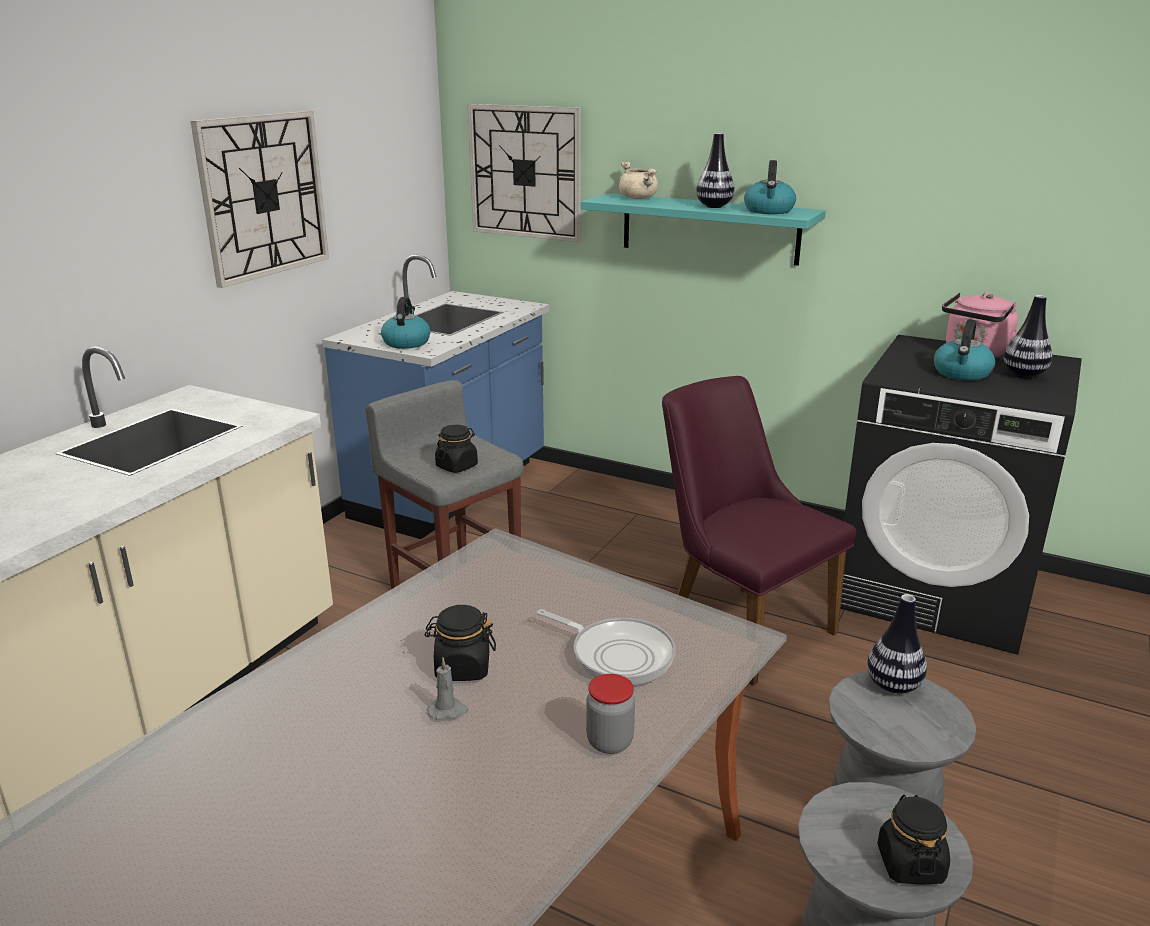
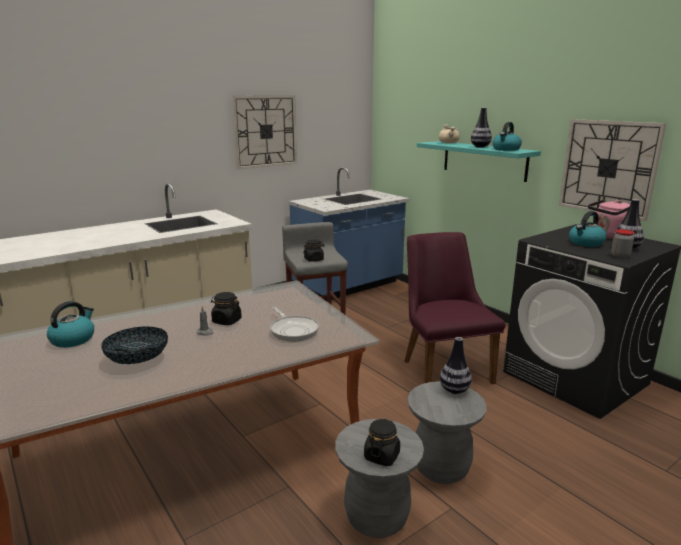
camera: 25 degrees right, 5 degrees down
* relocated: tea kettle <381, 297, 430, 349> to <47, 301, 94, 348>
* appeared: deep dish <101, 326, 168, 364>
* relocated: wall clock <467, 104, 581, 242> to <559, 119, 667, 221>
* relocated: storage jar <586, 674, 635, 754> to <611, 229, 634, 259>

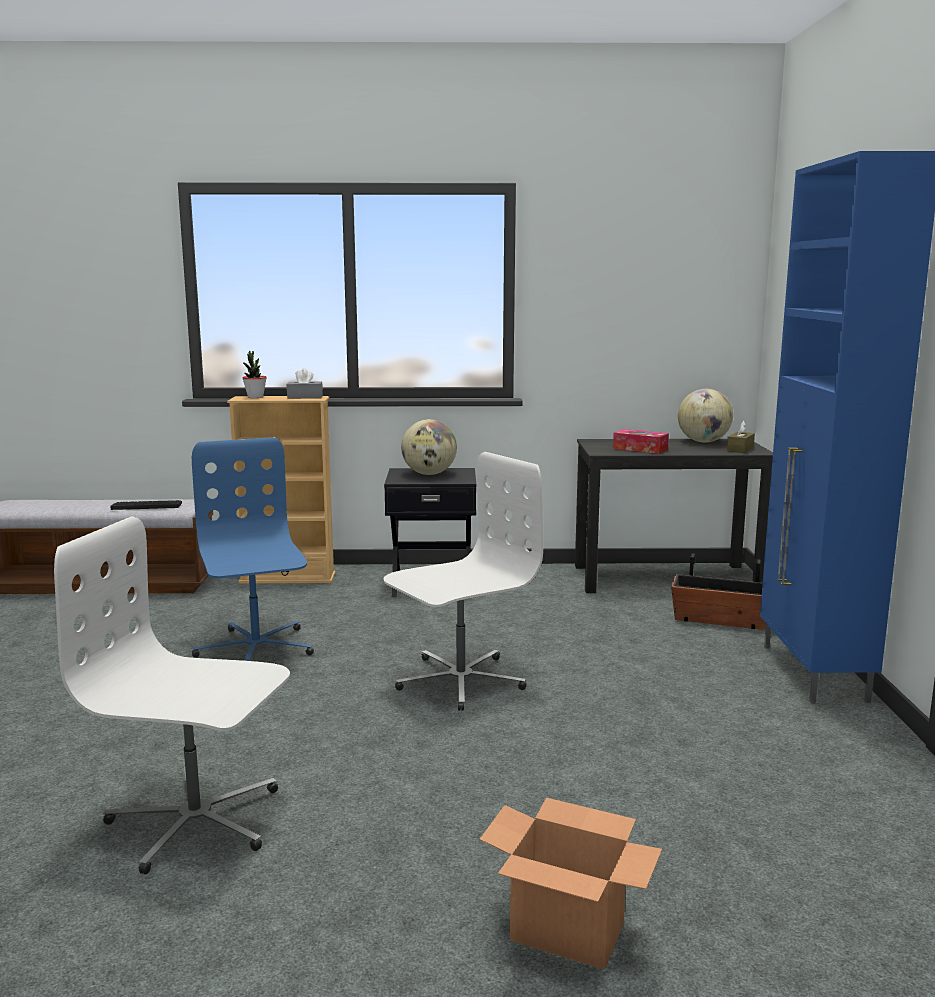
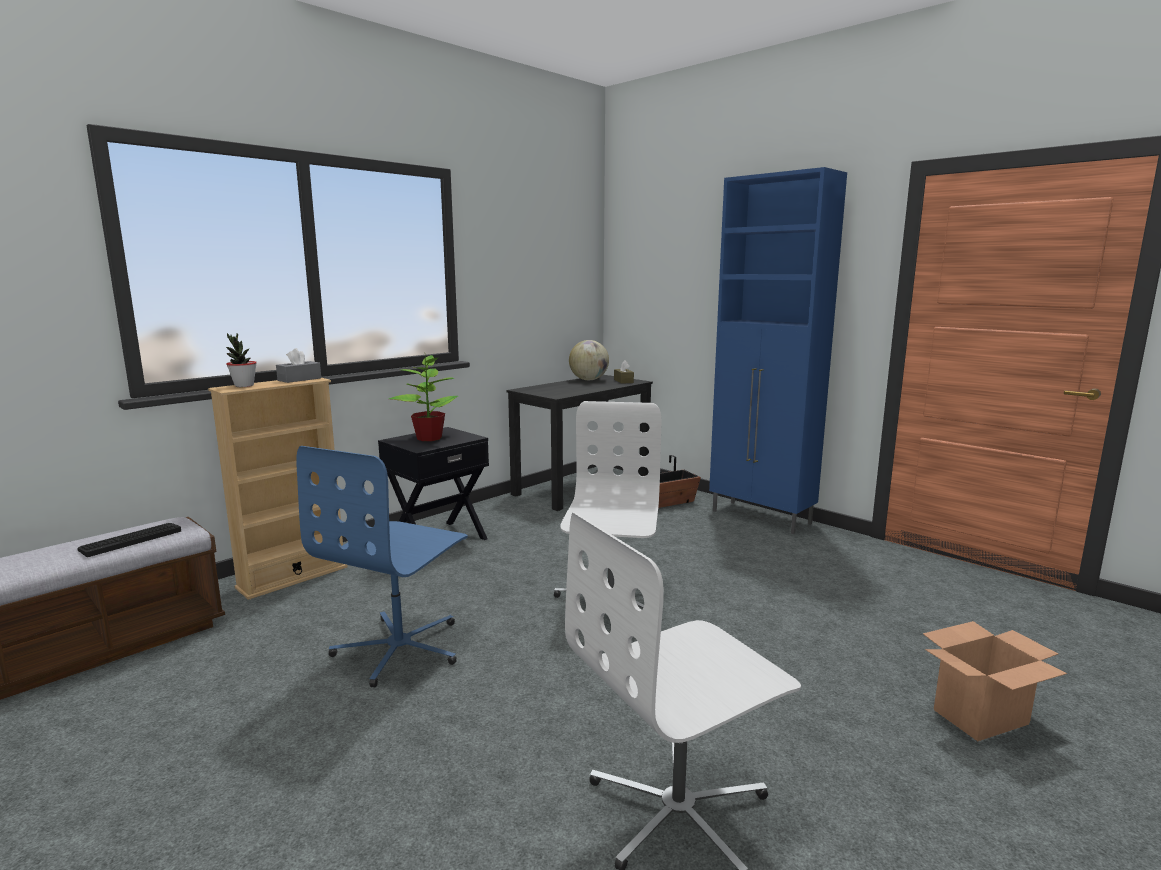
camera: 45 degrees left, 0 degrees up
* spun: blue-coloured desk chair <192, 437, 314, 661> = <296, 446, 468, 688> 90 degrees counterclockwise
* exchanged: world globe <401, 419, 457, 475> to potted plant <389, 355, 458, 441>
* missing: tissue box <613, 429, 669, 454>

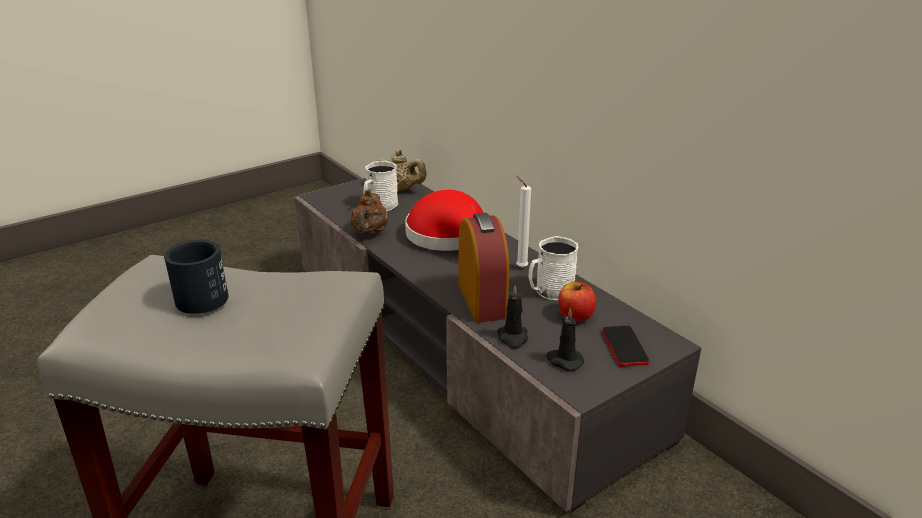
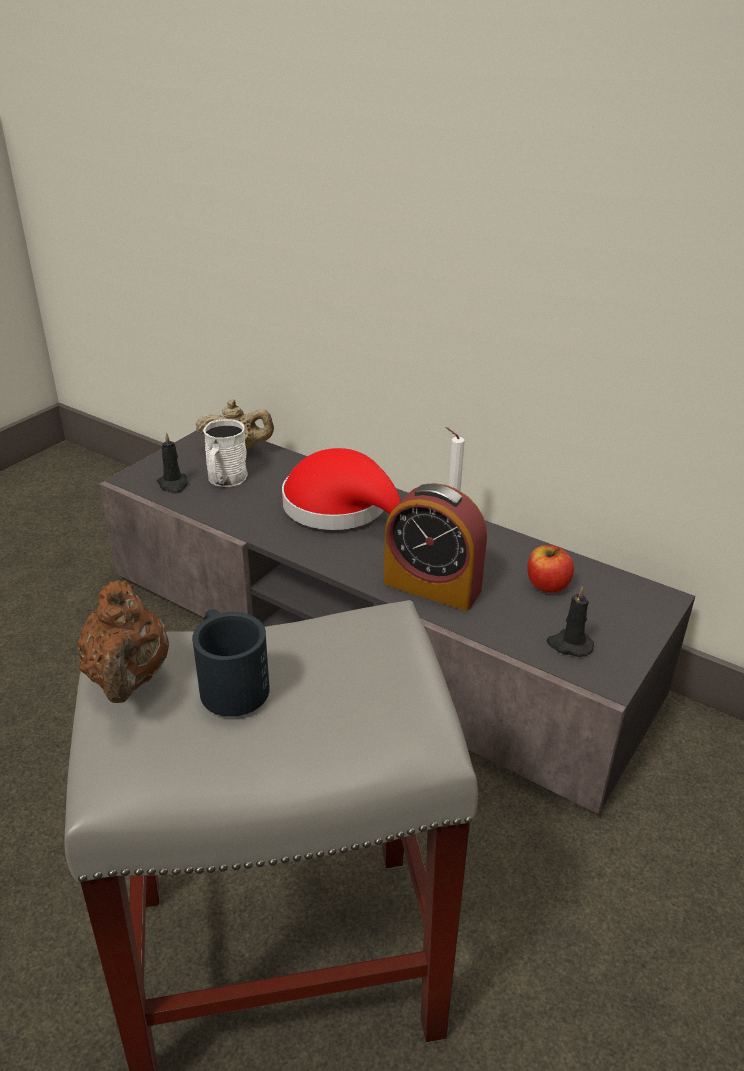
camera: 20 degrees left, 5 degrees up
* relocated: brown-coloured pot for tea <350, 189, 388, 236> to <77, 580, 169, 703>
* relocated: black-coloured wax candle <497, 286, 528, 349> to <157, 432, 188, 494>
* spun: alarm clock <458, 213, 509, 323> = <384, 483, 487, 611> 150 degrees clockwise
* missing: whitish tea mug <529, 236, 578, 301>
* missing: handset <602, 326, 649, 367>

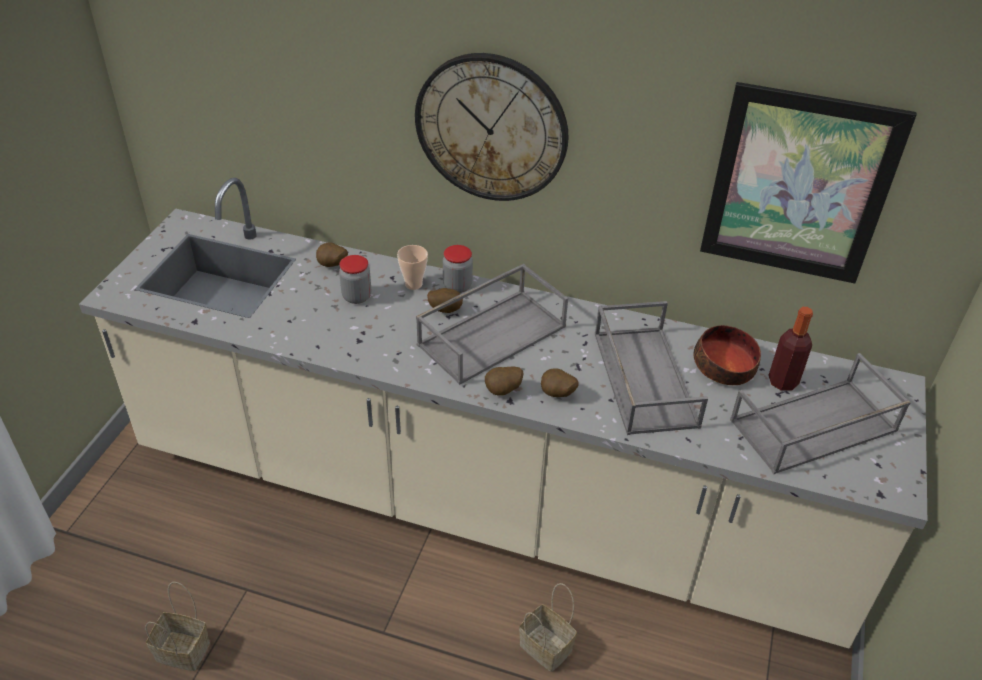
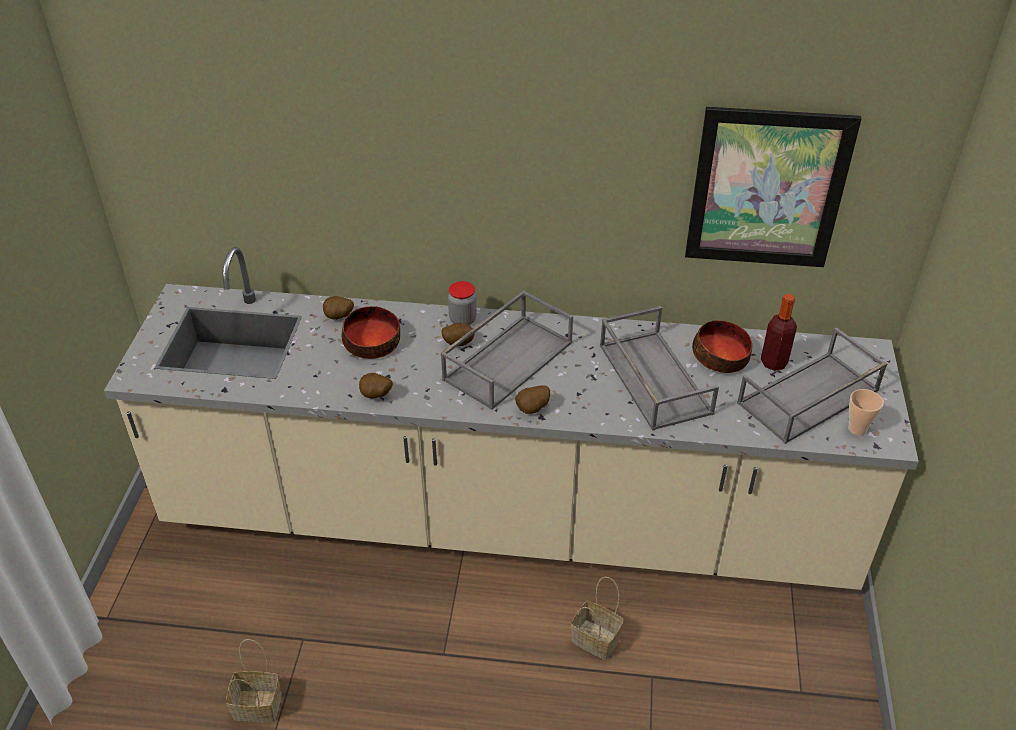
camera: 10 degrees left, 0 degrees up
* exchanged: storage jar <339, 255, 371, 304> to deep dish <342, 306, 400, 359>
* relocated: spud <541, 368, 579, 397> to <359, 373, 393, 399>
* relocated: drinking cup <397, 245, 428, 290> to <848, 389, 884, 435>
* missing: wall clock <415, 53, 569, 201>

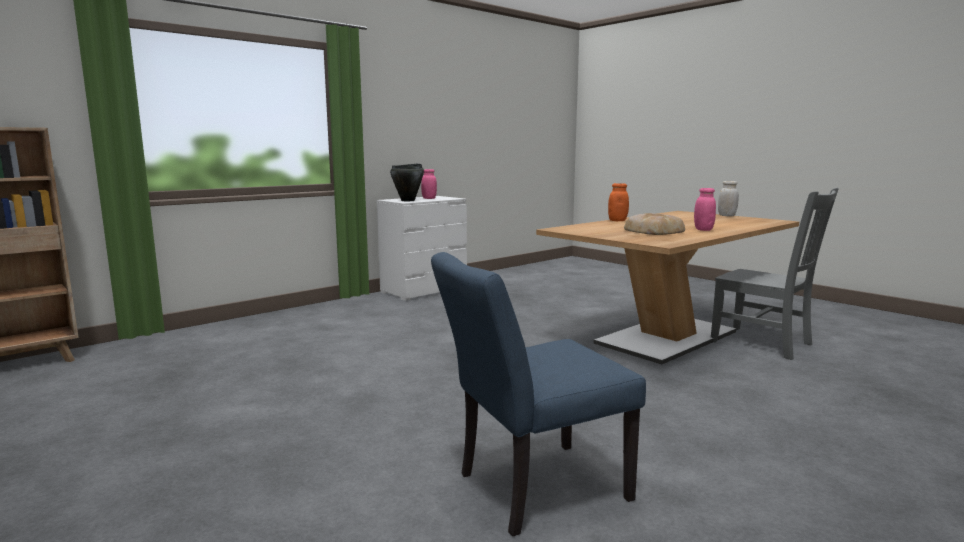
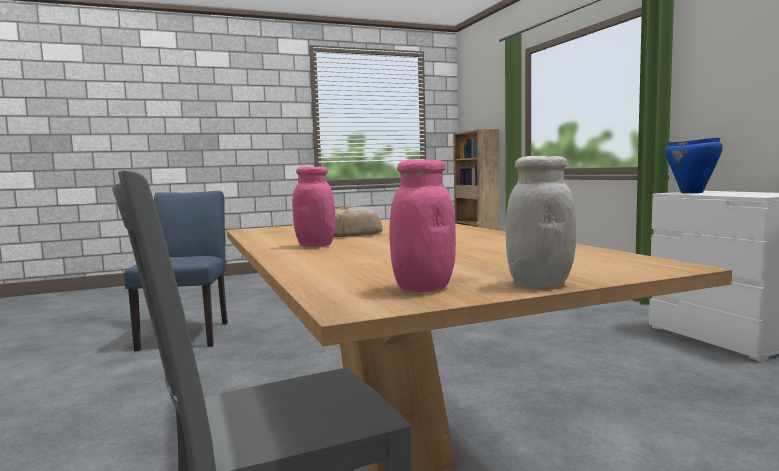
camera: 110 degrees right, 5 degrees down
* relocated: pink storage jar <421, 169, 437, 199> to <389, 159, 456, 292>
* colour: black-coloured cooking pot <390, 164, 424, 201> to blue-coloured cooking pot <665, 138, 723, 193>
* missing: orange storage jar <608, 183, 629, 221>

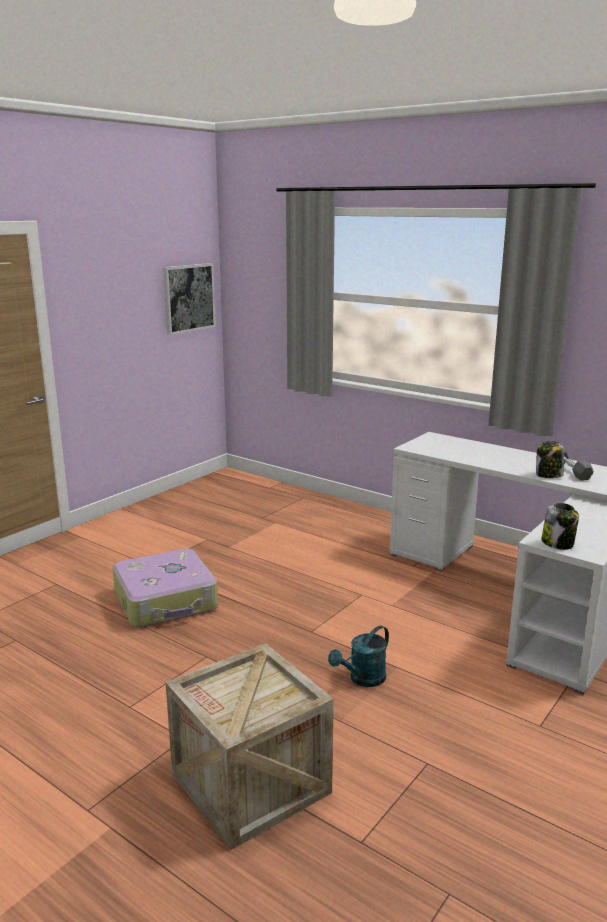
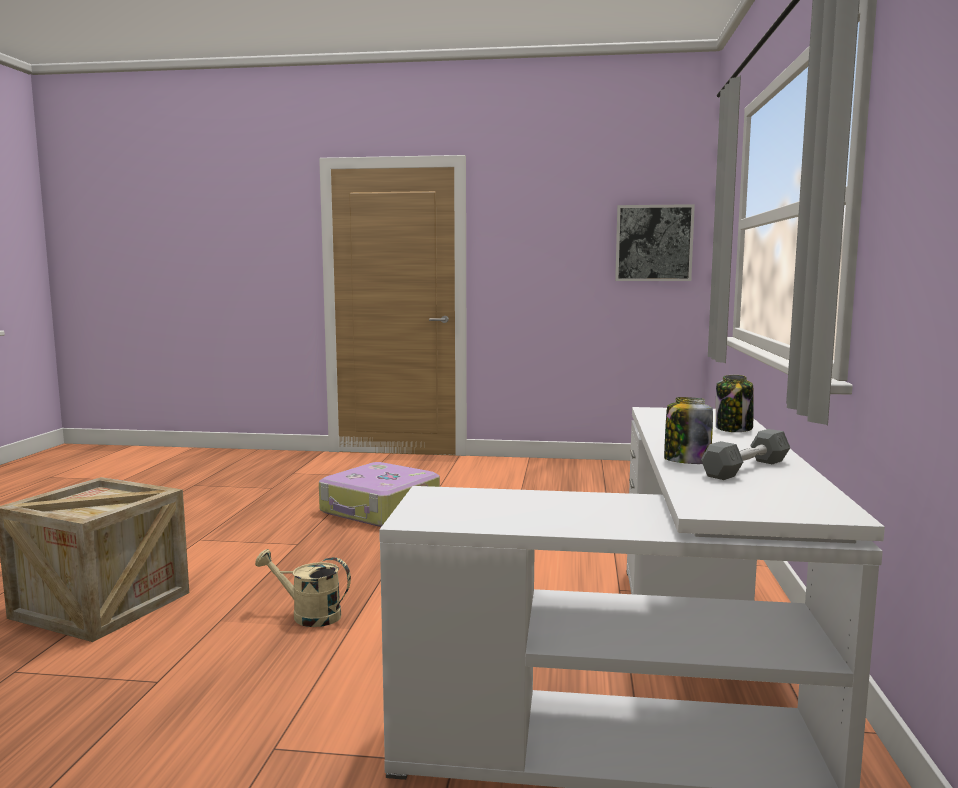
camera: 60 degrees right, 10 degrees down
* colour: turquoise-coloured watering can <328, 626, 389, 687> to sand-coloured watering can <255, 549, 351, 627>
* relocated: storage jar <542, 503, 579, 550> to <716, 375, 754, 432>

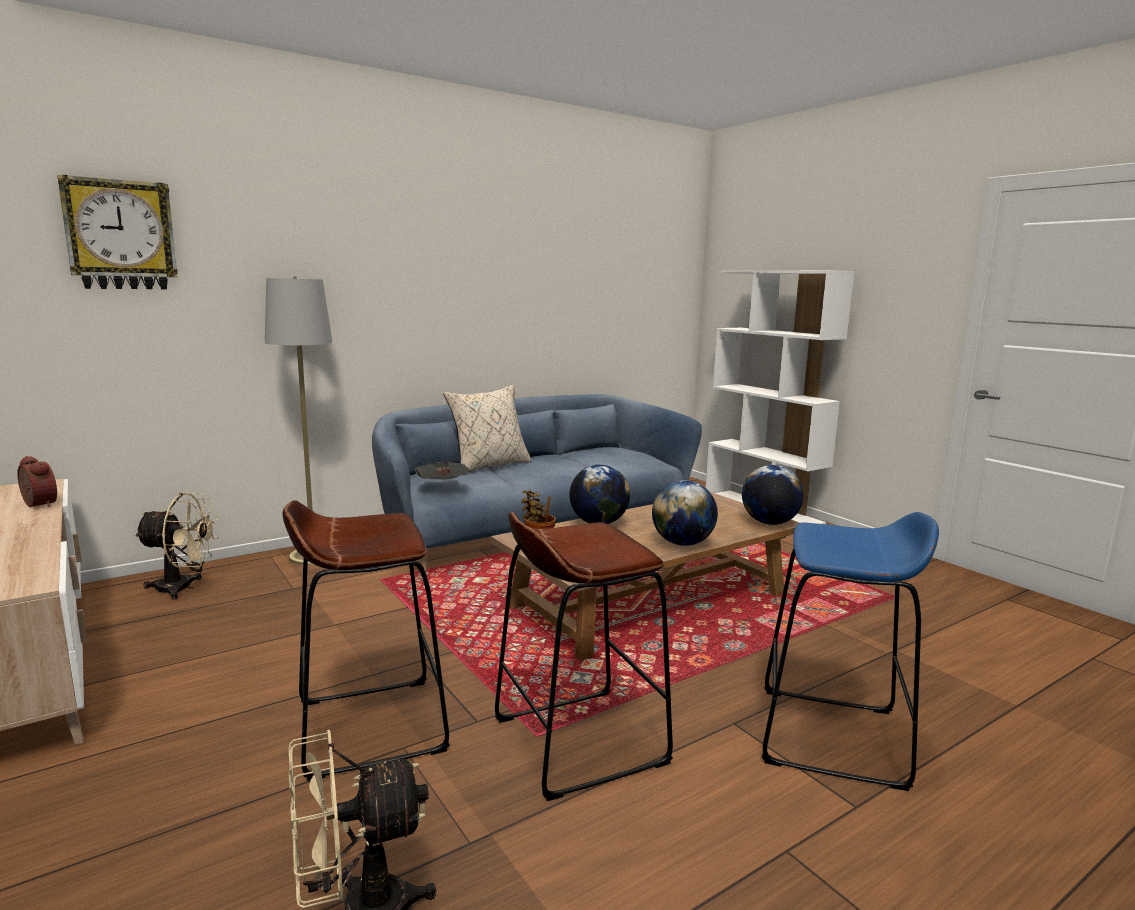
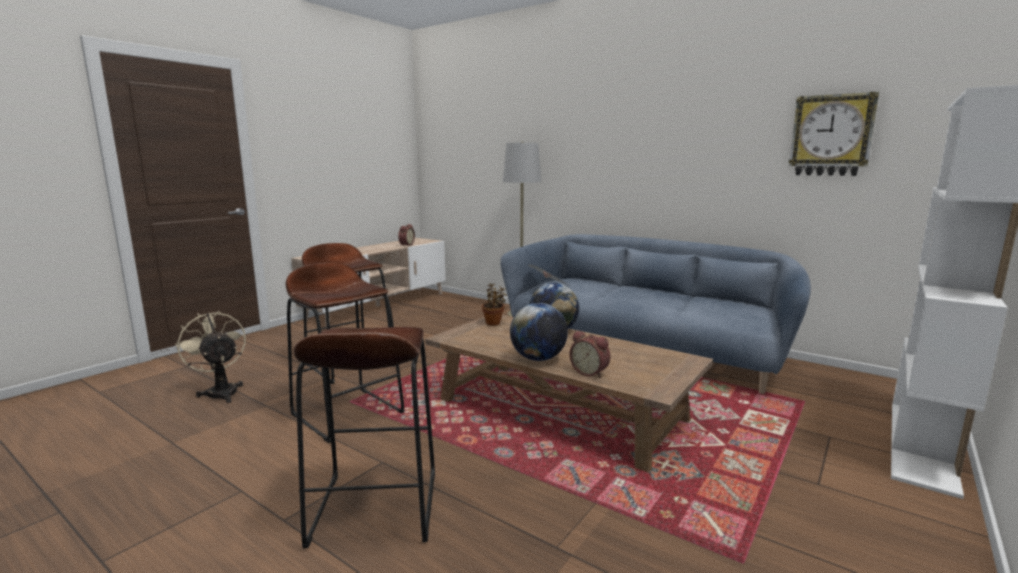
camera: 70 degrees right, 0 degrees up
* colour: blue-coloured stool <762, 512, 939, 791> to brown-coloured stool <294, 327, 435, 548>
* appeared: alarm clock <570, 331, 610, 378>
* relocated: wall clock <57, 175, 178, 290> to <789, 92, 879, 176>
* missing: sand-coloured fan <134, 492, 219, 600>
* missing: sand-coloured throw pillow <443, 384, 532, 471>
* missing: world globe <742, 465, 804, 525>

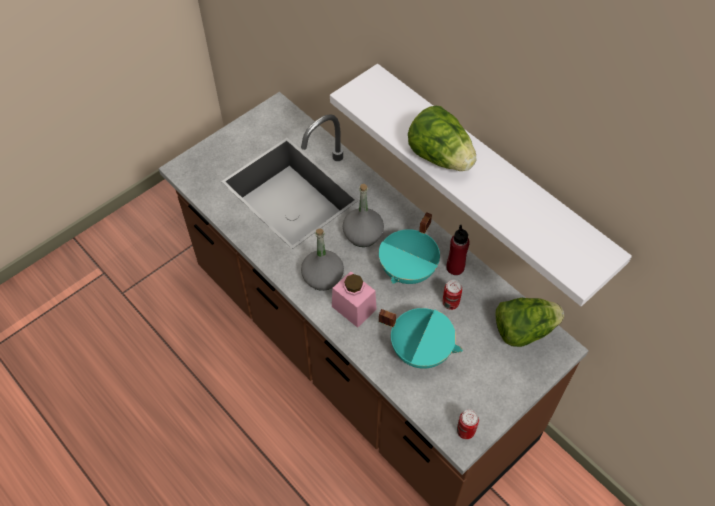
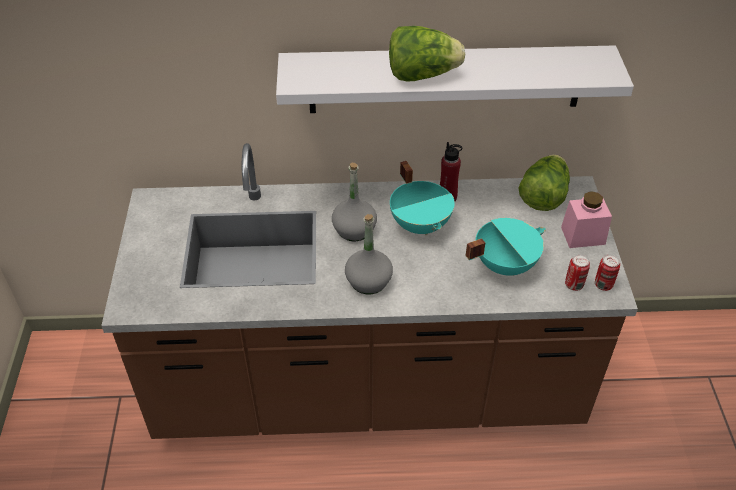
camera: 50 degrees left, 10 degrees down
* relocated: pink storage jar <332, 271, 377, 328> to <561, 191, 612, 248>
* relocated: can <443, 280, 462, 310> to <565, 254, 590, 291>

